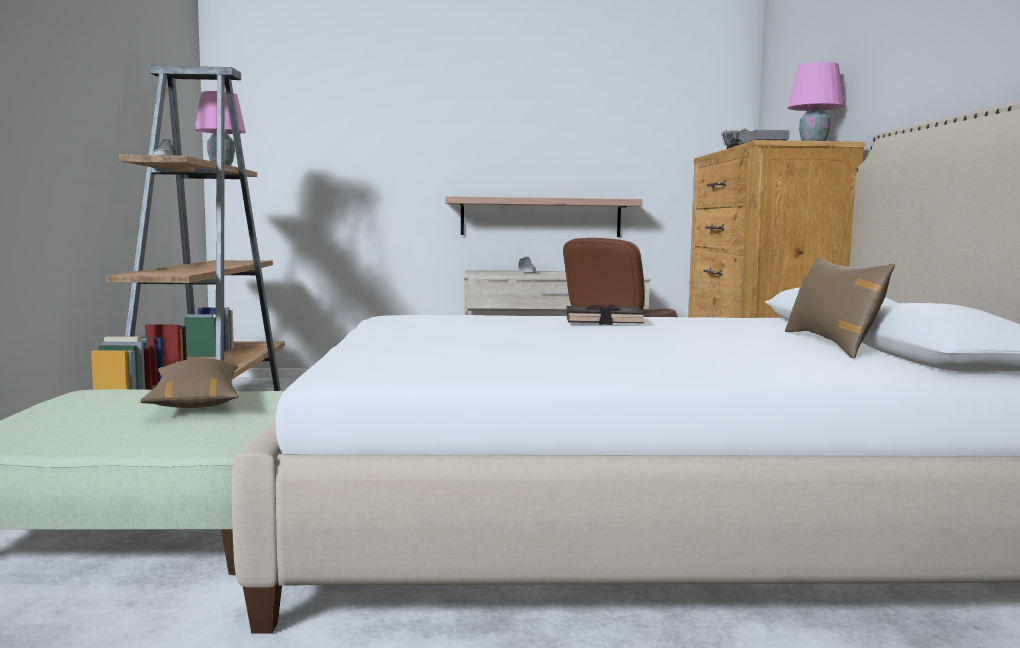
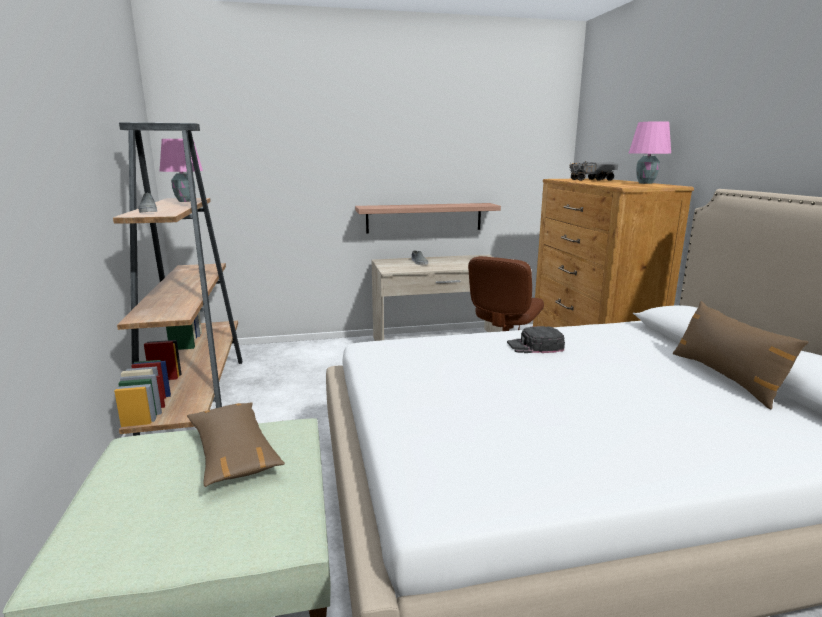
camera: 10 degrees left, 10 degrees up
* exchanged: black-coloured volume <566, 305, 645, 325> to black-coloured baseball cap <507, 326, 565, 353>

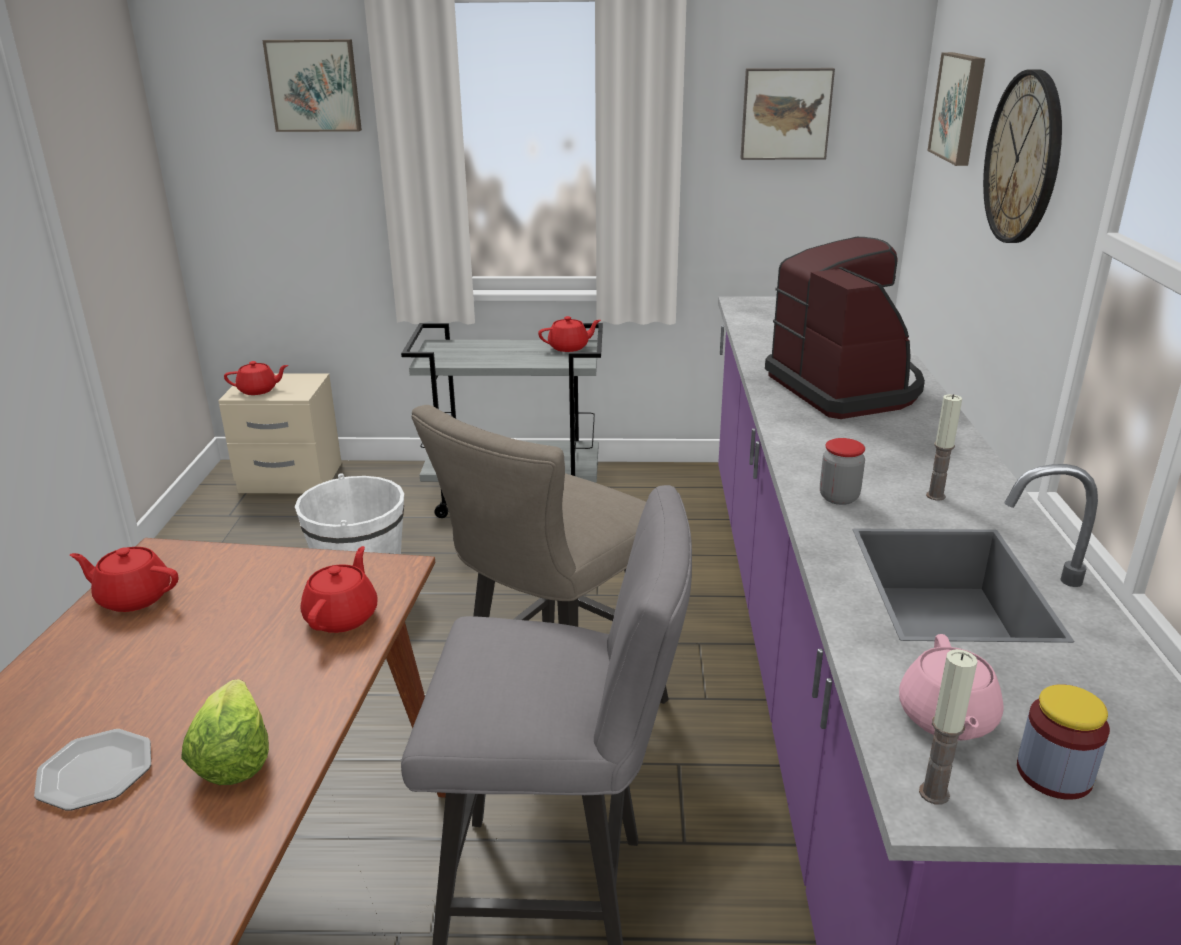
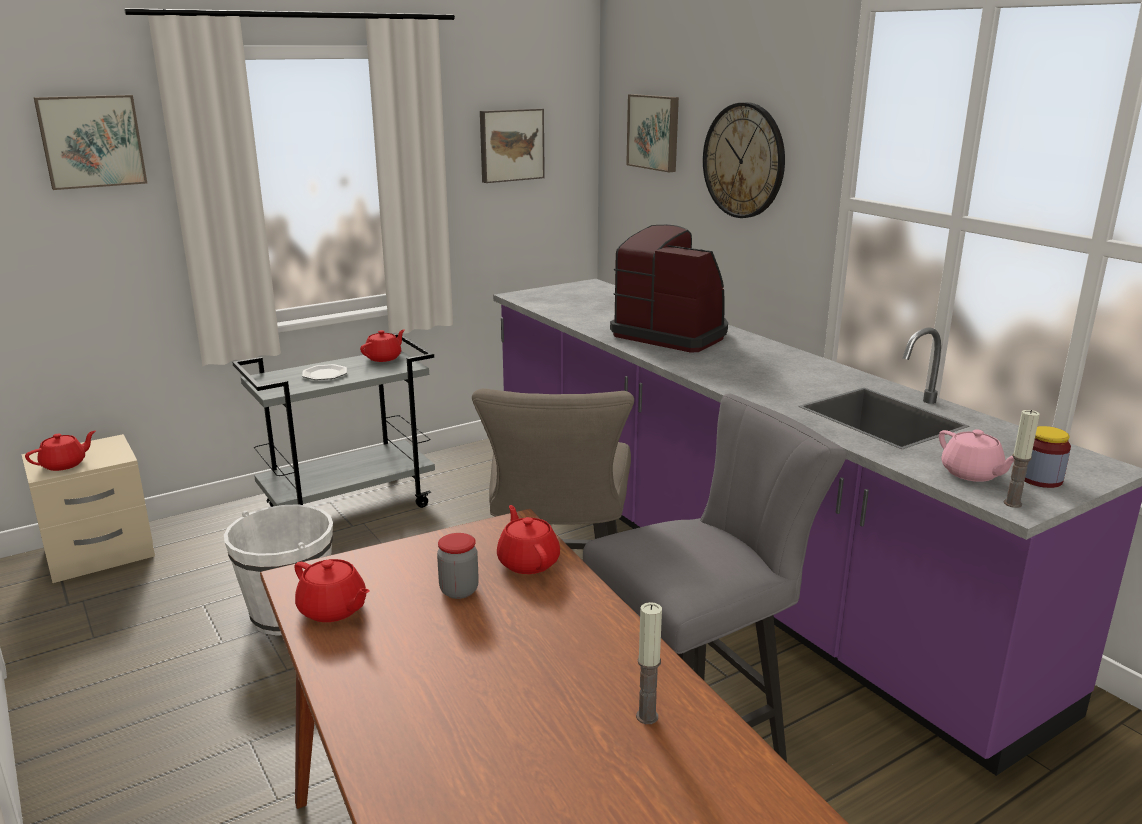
camera: 35 degrees left, 5 degrees down
* spun: red-coloured pot for tea <70, 547, 179, 612> = <294, 559, 370, 622> 120 degrees counterclockwise
* relocated: dinner plate <34, 729, 151, 811> to <302, 364, 347, 380>
* relocated: storage jar <820, 438, 865, 505> to <437, 533, 479, 599>
* relocated: wax candle <926, 394, 962, 501> to <636, 602, 662, 724>
* missing: lettuce <181, 679, 269, 785>

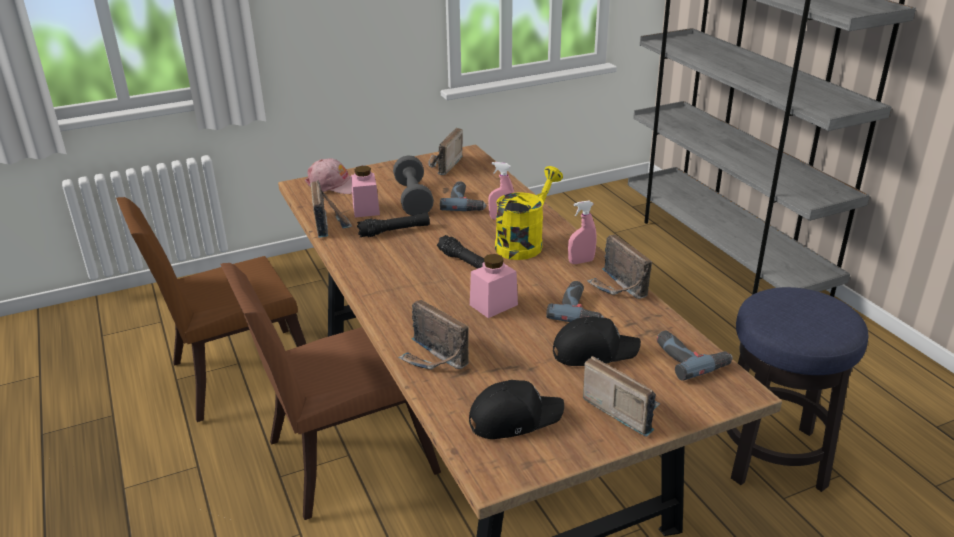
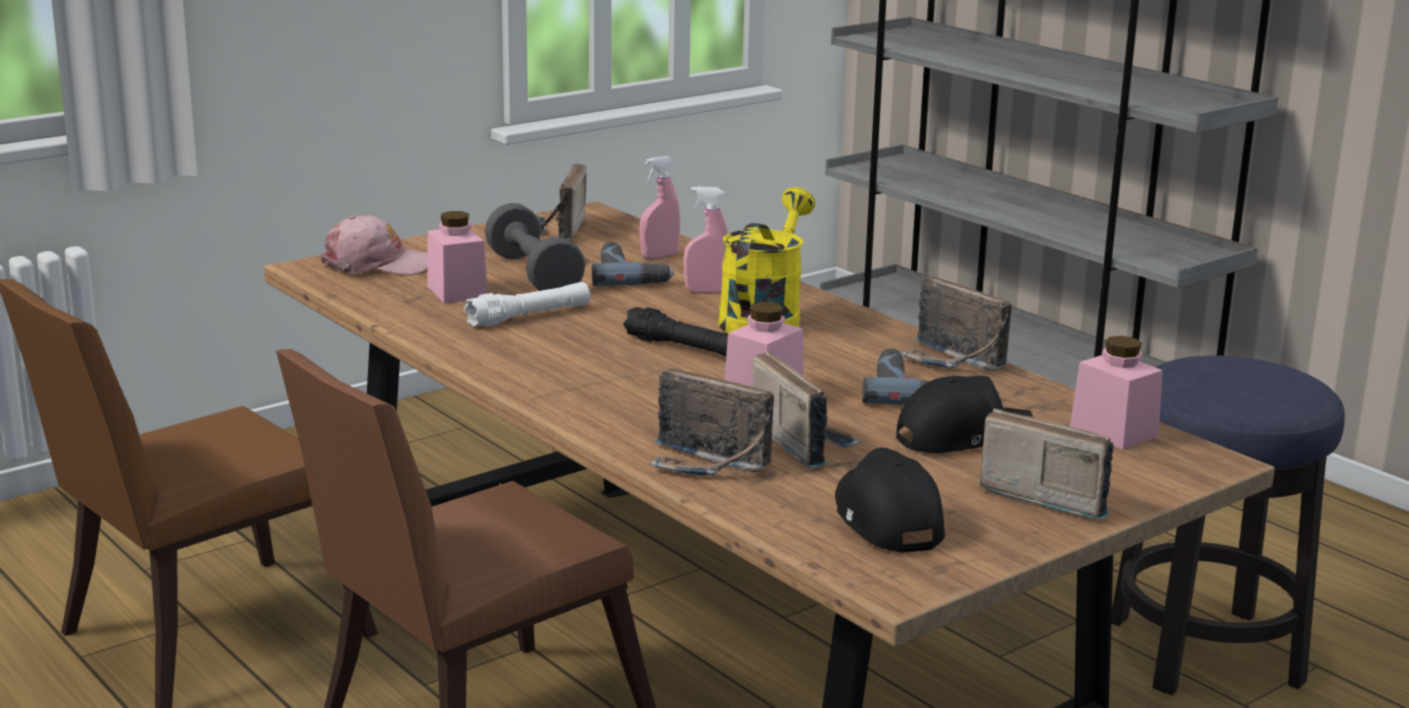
camera: 15 degrees left, 10 degrees down
* colour: black-coloured hand torch <357, 213, 430, 237> to whitish hand torch <464, 282, 590, 327>
* relocated: pink spray bottle <568, 200, 597, 264> to <640, 156, 680, 259>
* relocated: radio set <310, 180, 352, 238> to <753, 351, 862, 468>
* spun: black-coloured baseball cap <469, 380, 564, 439> = <835, 447, 945, 553> 75 degrees counterclockwise
* exchanged: power drill <657, 331, 733, 381> to pink storage jar <1070, 336, 1163, 449>

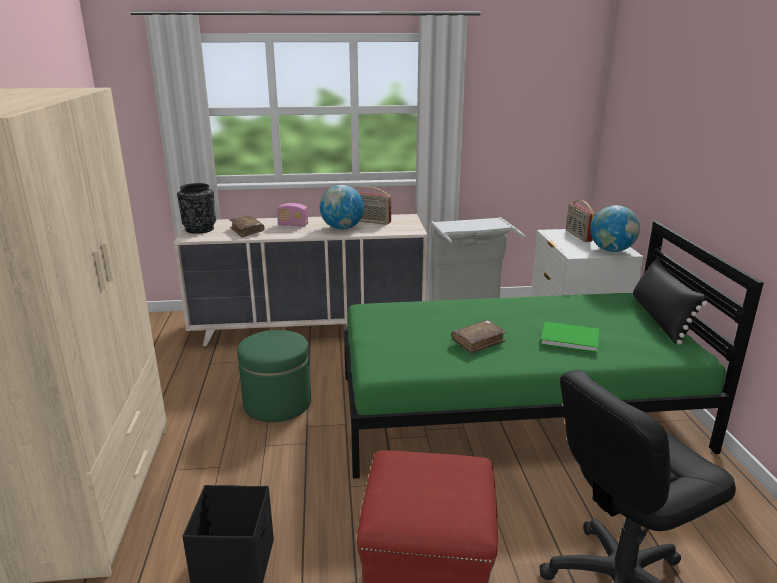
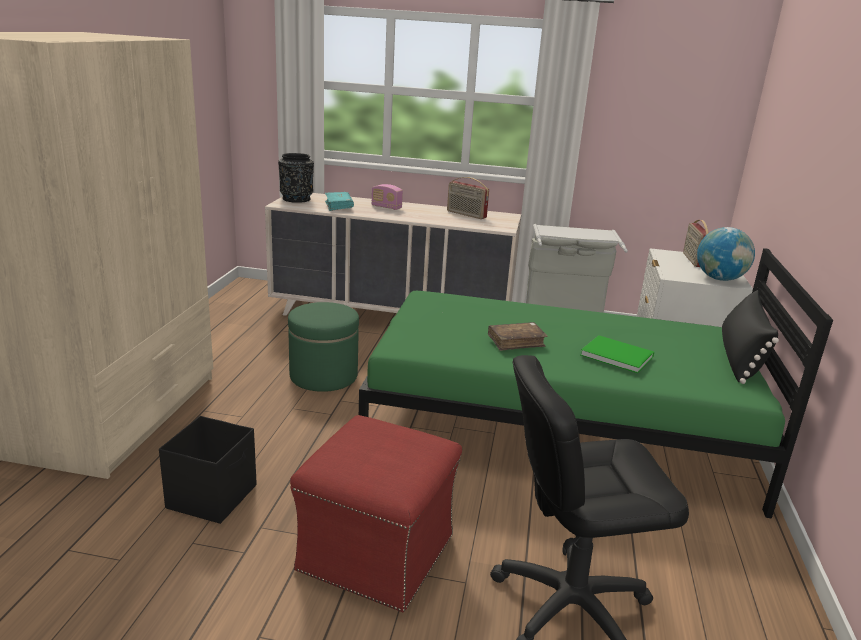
camera: 15 degrees right, 0 degrees up
* colour: brown-coloured volume <229, 215, 264, 238> to turquoise-coloured volume <325, 192, 354, 211>
* missing: world globe <320, 185, 364, 230>

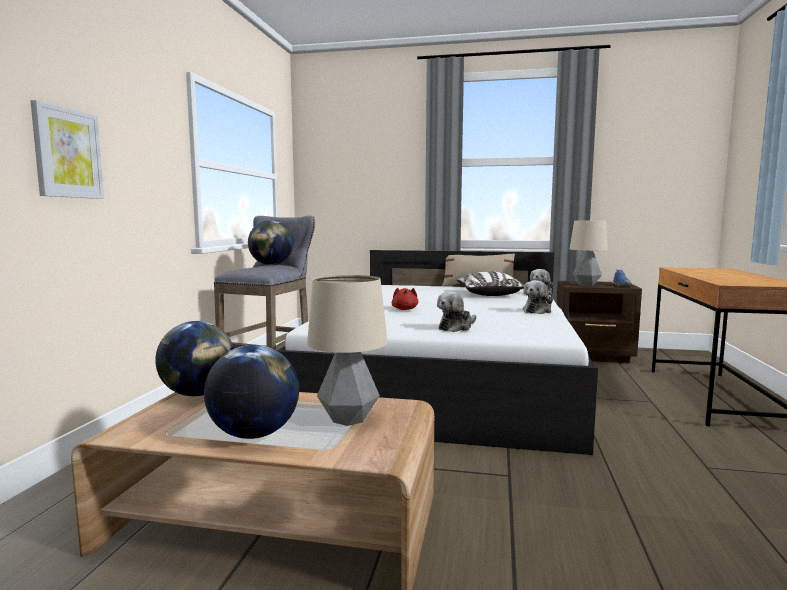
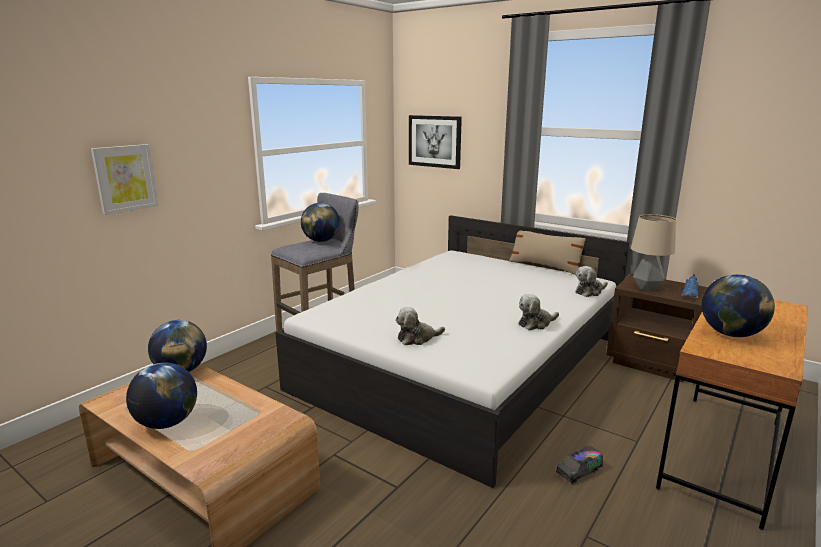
camera: 25 degrees right, 10 degrees up
* appeared: wall picture <409, 115, 462, 169>
* appeared: model truck <556, 445, 603, 484>
* appeared: world globe <702, 274, 775, 337>
* missing: table lamp <307, 275, 388, 426>
* missing: red-coloured cuddly toy <392, 288, 419, 310>
* missing: throw pillow <457, 271, 525, 296>

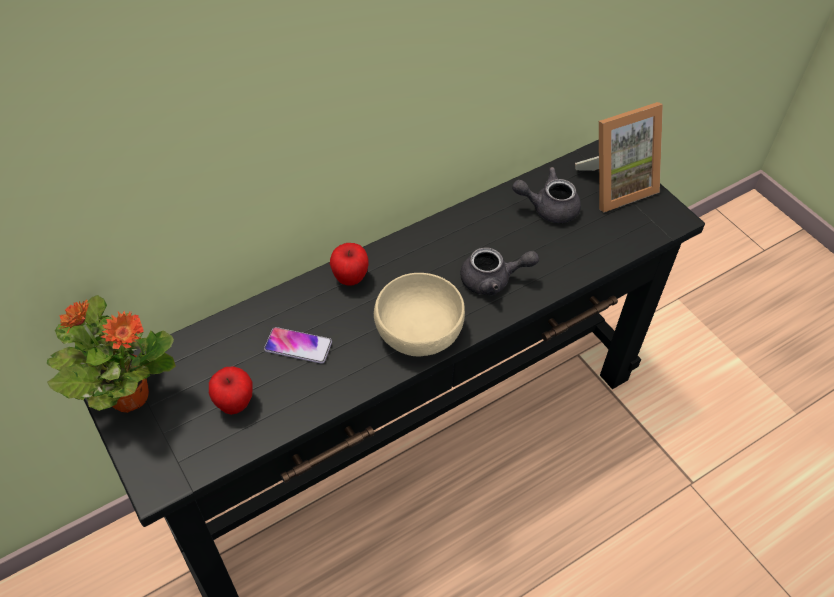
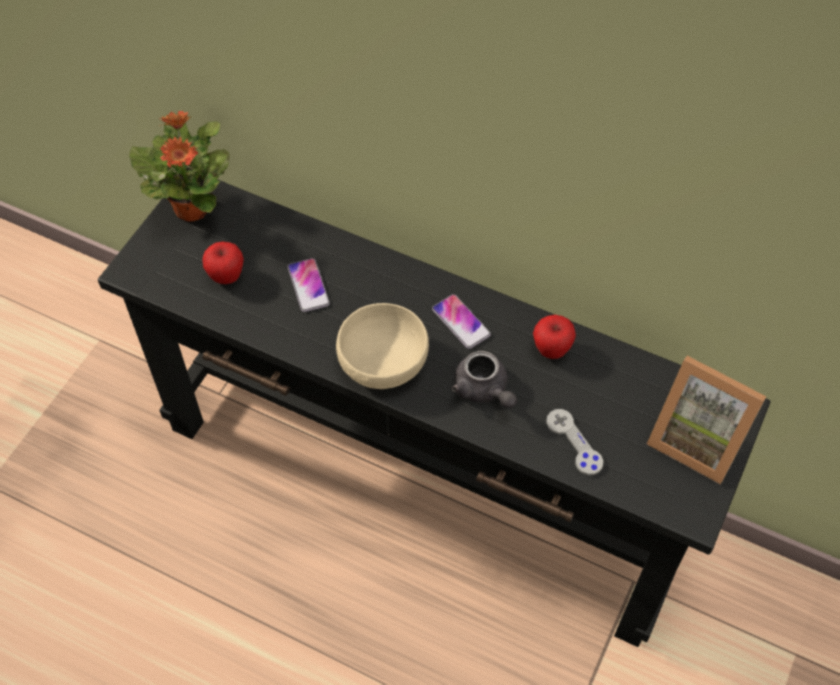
camera: 60 degrees right, 5 degrees up
* appeared: handset <432, 294, 491, 349>
* relocated: whole apple <330, 243, 369, 286> to <533, 315, 576, 359>
* appeared: grey gamepad <546, 409, 603, 475>
* missing: grey pot for tea <512, 167, 581, 223>

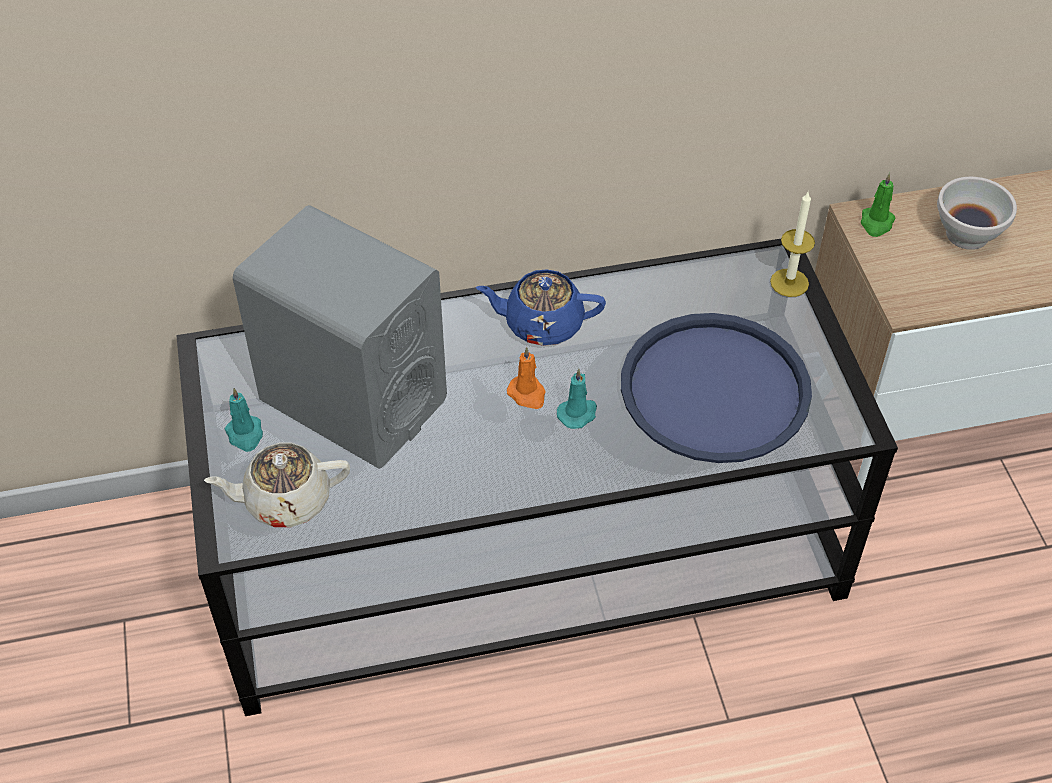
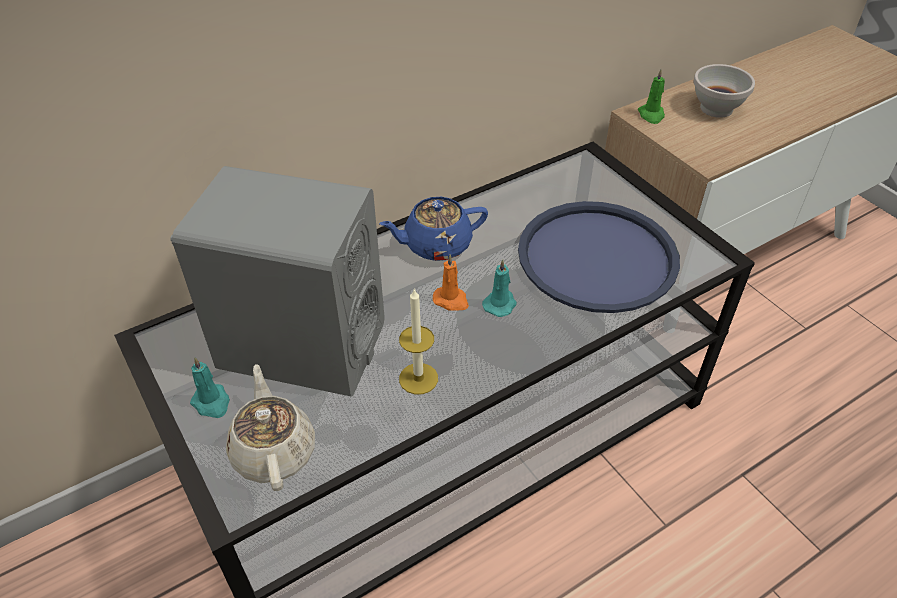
camera: 20 degrees left, 5 degrees down
* spun: sand-coloured pot for tea <204, 443, 350, 527> = <226, 364, 315, 491> 105 degrees clockwise
* relocated: wax candle <770, 192, 815, 297> to <399, 288, 438, 394>

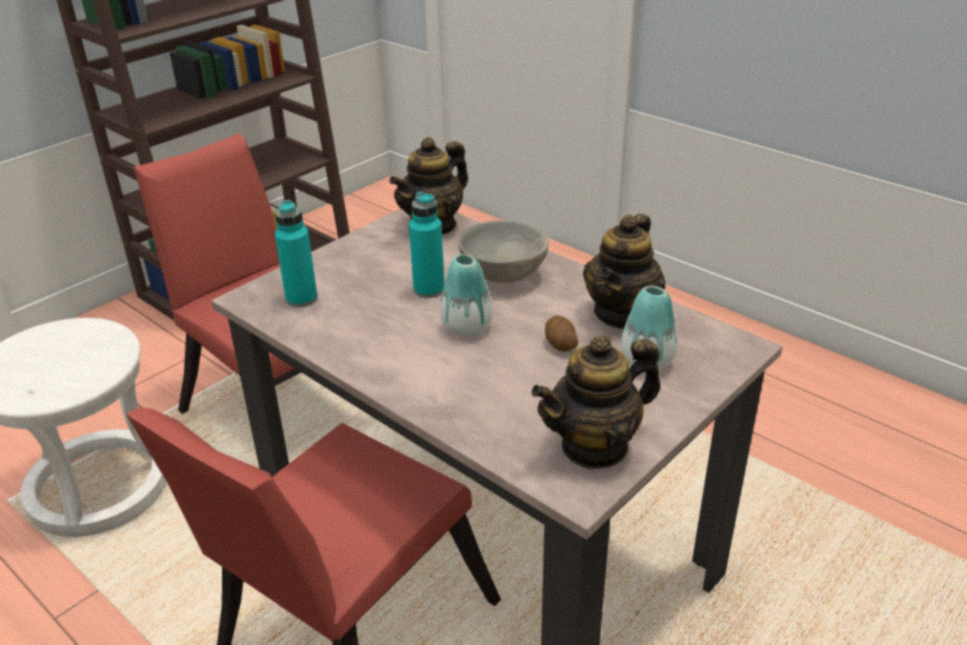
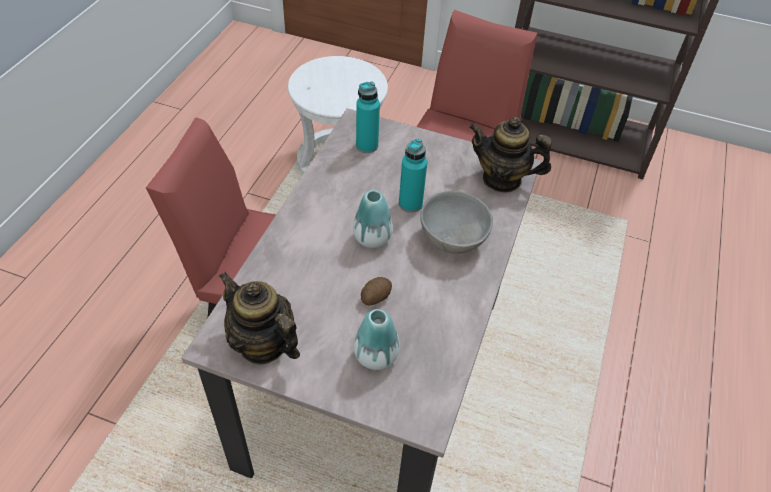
camera: 65 degrees right, 15 degrees up
* missing: pot for tea <583, 214, 666, 329>

